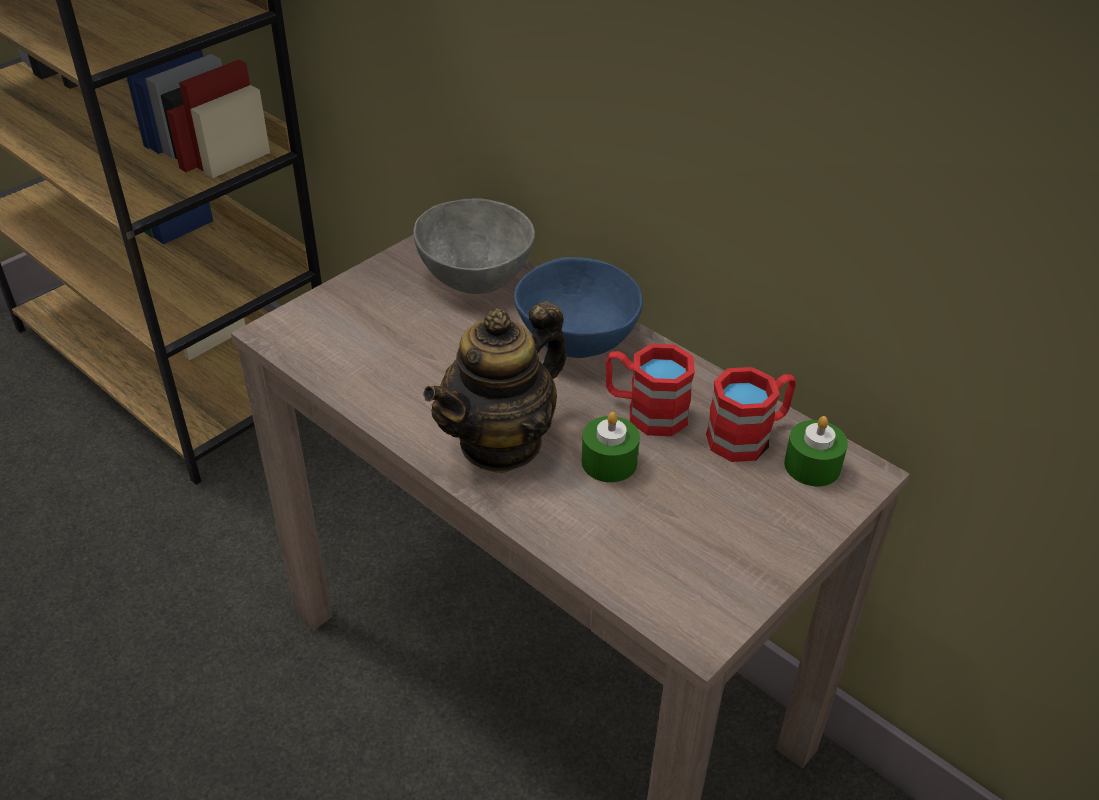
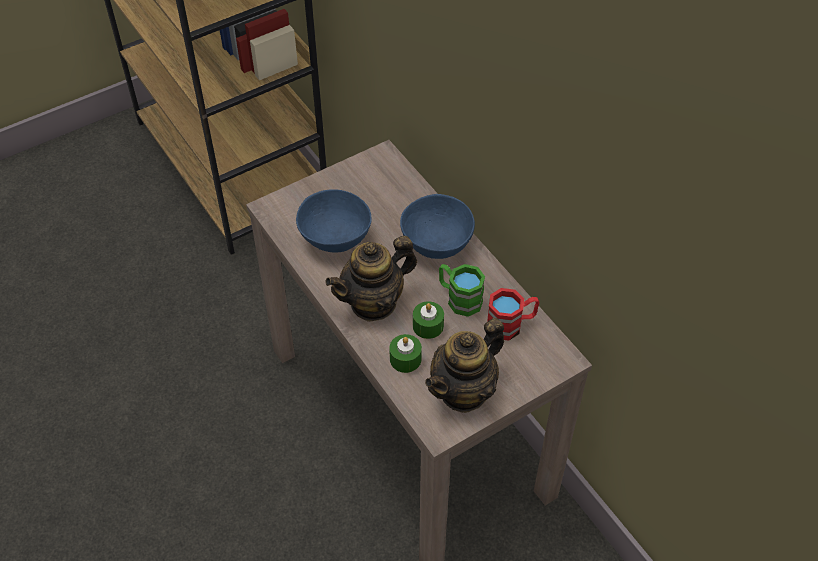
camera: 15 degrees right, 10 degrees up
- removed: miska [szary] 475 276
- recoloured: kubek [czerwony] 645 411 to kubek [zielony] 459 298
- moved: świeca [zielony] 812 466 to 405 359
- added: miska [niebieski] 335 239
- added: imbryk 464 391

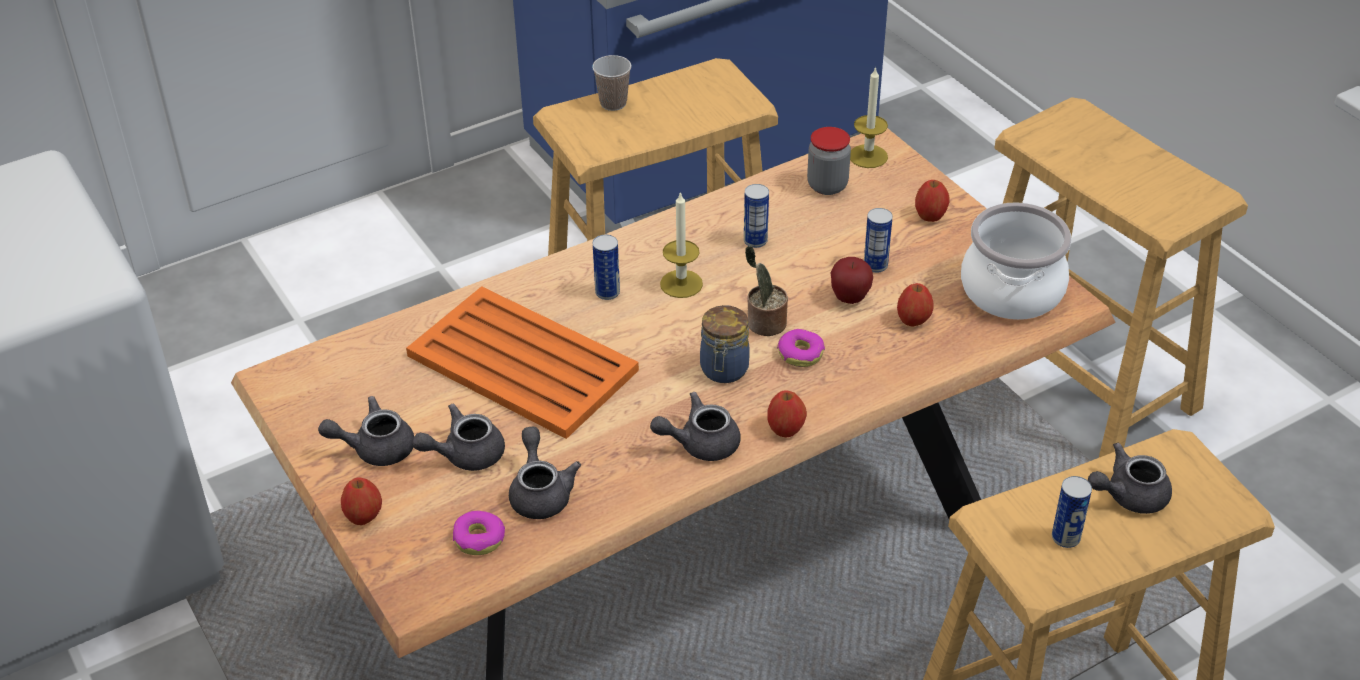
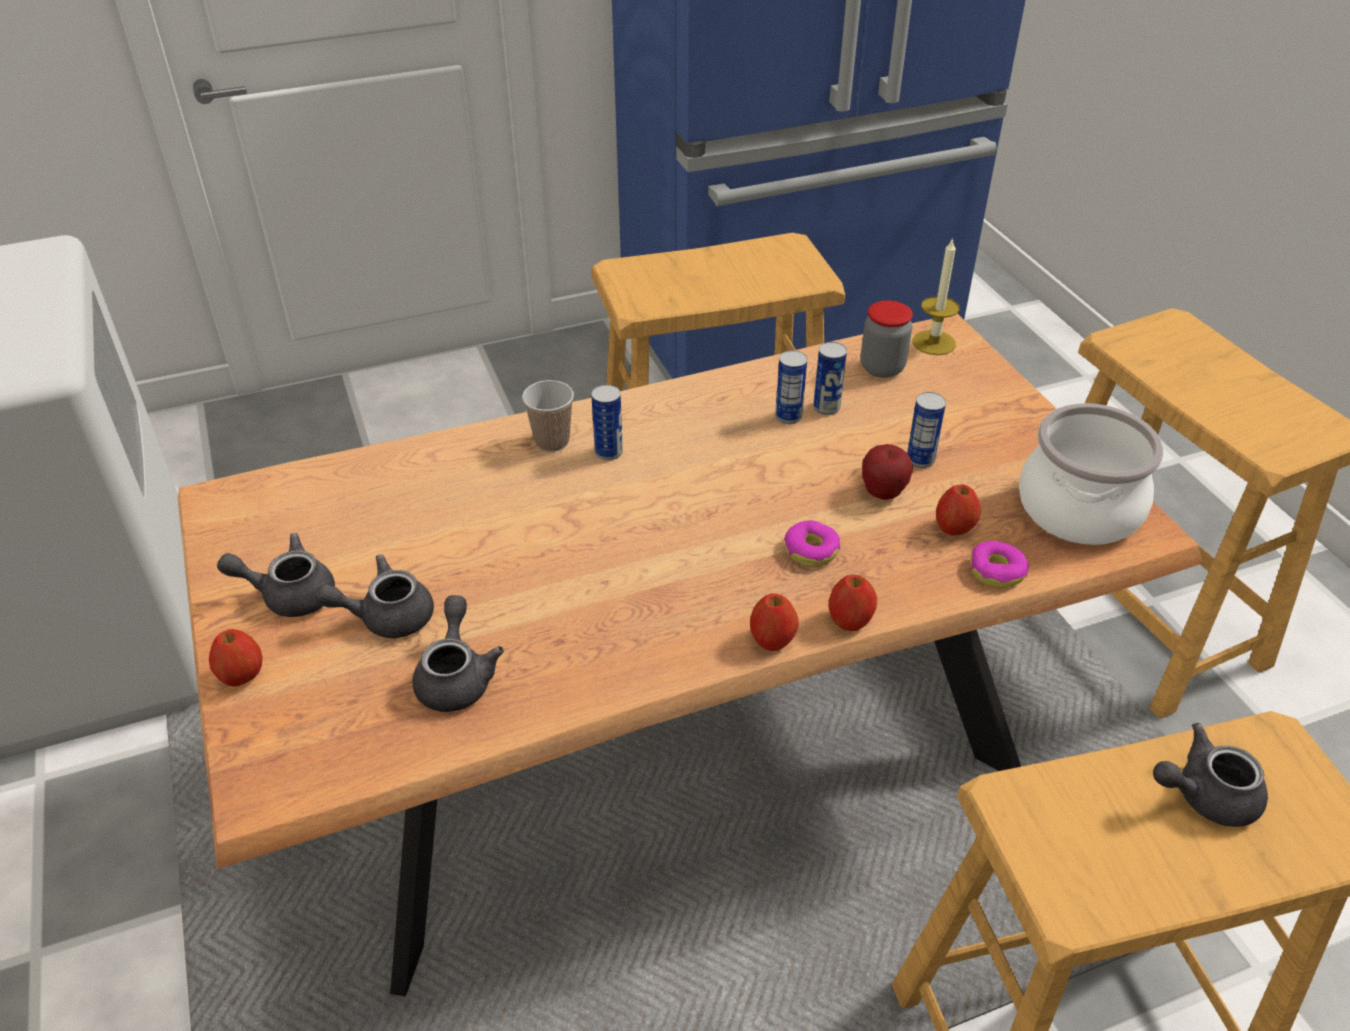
camera: 10 degrees right, 0 degrees up
- moved: filiżanka 613 103 to 552 441
- moved: jabłko 930 216 to 850 621
- removed: świeca 681 284
- removed: roślina doniczkowa 764 324
- removed: taca [pomarańczowy] 521 362
- removed: słoik 724 370
- removed: imbryk [szary] 700 443
- moved: puszka 1065 538 to 826 408
- moved: donut 479 539 to 996 571

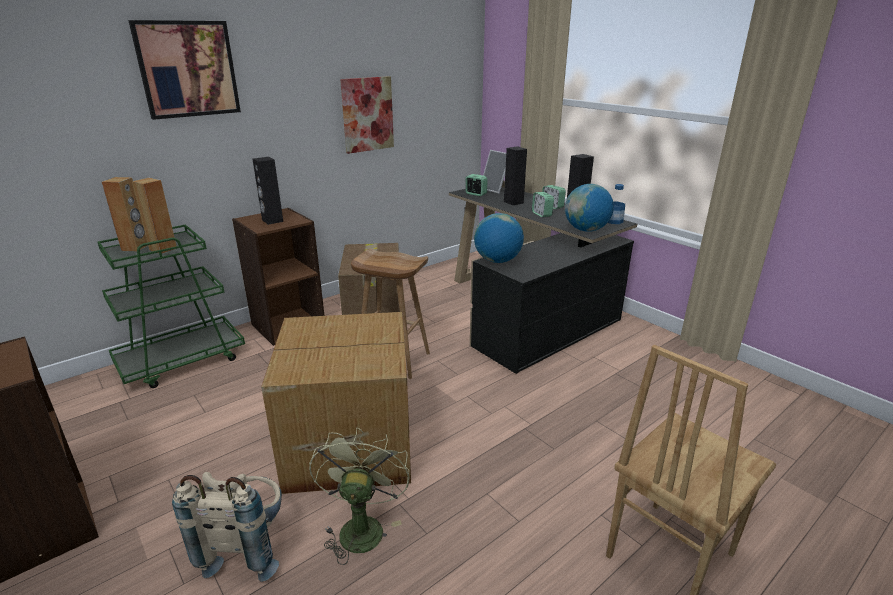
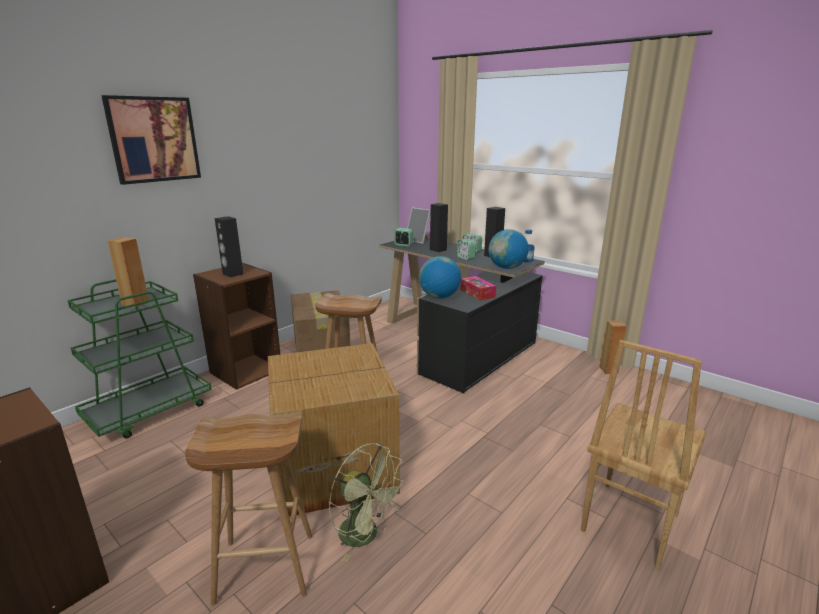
camera: 10 degrees left, 5 degrees down
- removed: obraz 367 114
- moved: głośnik [brązowy] 135 247 to 608 370
- turned: wentylator [zielony] 361 526 = 366 535 135 degrees clockwise
- replaced: plecak [beżowy] 247 546 to stołek [brązowy] 263 568
- added: pudełko chusteczek 477 293

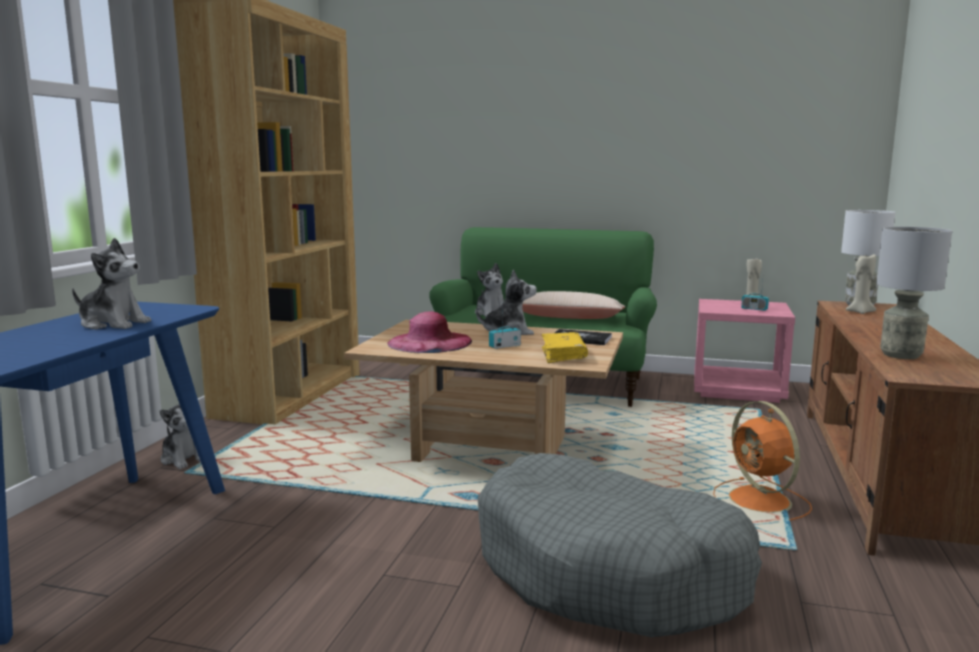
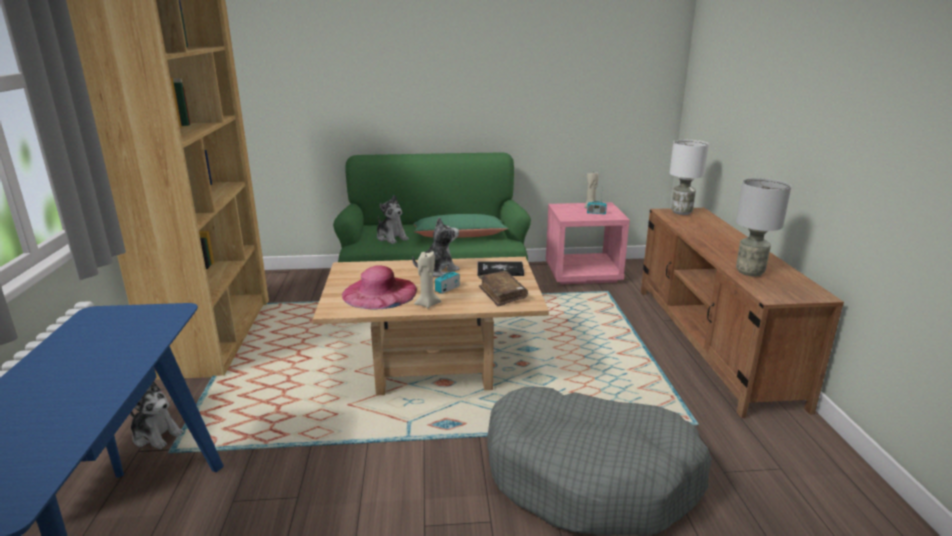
camera: 20 degrees left, 10 degrees up
- removed: pluszak 113 324
- moved: świeca [beżowy] 859 312 to 427 304
- recoloured: poduszka [beżowy] 568 318 to poduszka [zielony] 459 236
- recoloured: książka [żółty] 563 355 to książka [brązowy] 502 294
- removed: wentylator [pomarańczowy] 761 501

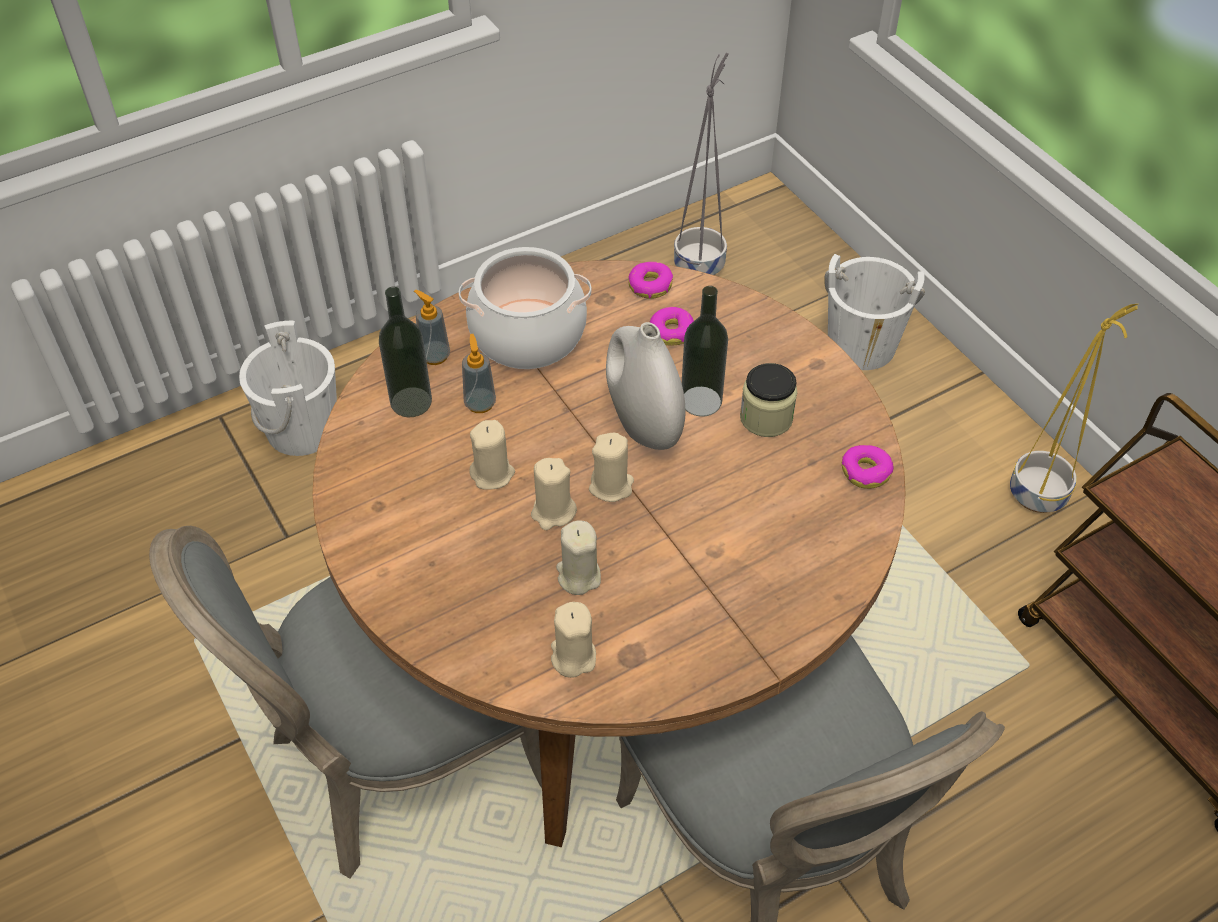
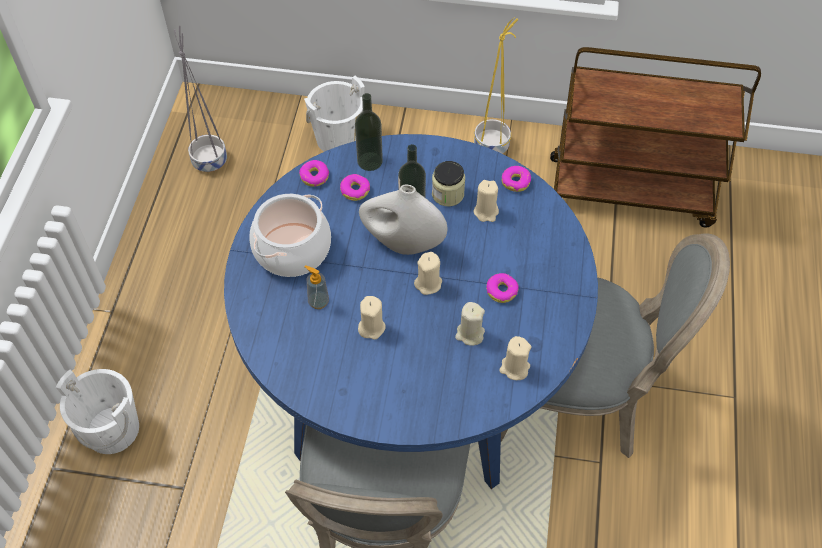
camera: 50 degrees left, 5 degrees up
- recoloured: stół jadalny [brązowy] 608 653 to stół jadalny [niebieski] 411 384
- moved: butelka 411 402 to 369 161
- removed: dozownik mydła 434 356
- moved: świeca [beżowy] 553 512 to 486 212
- added: donut 501 291

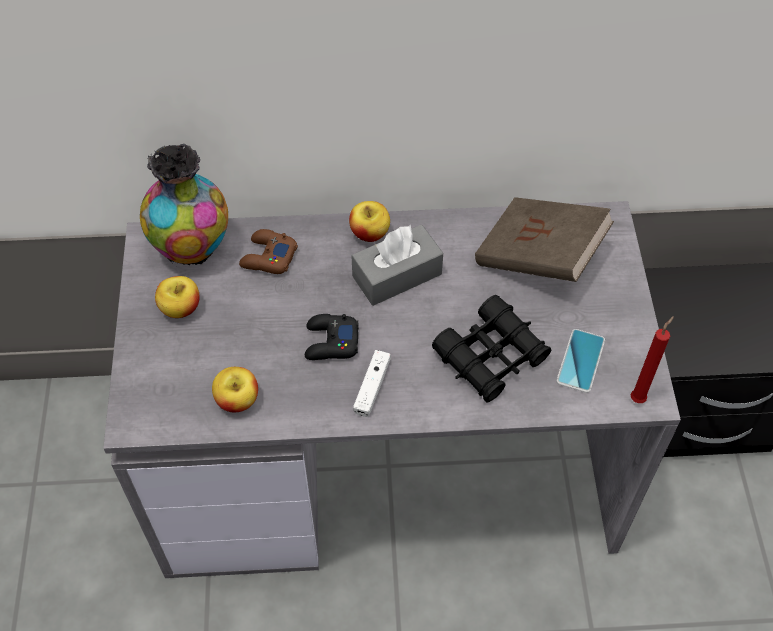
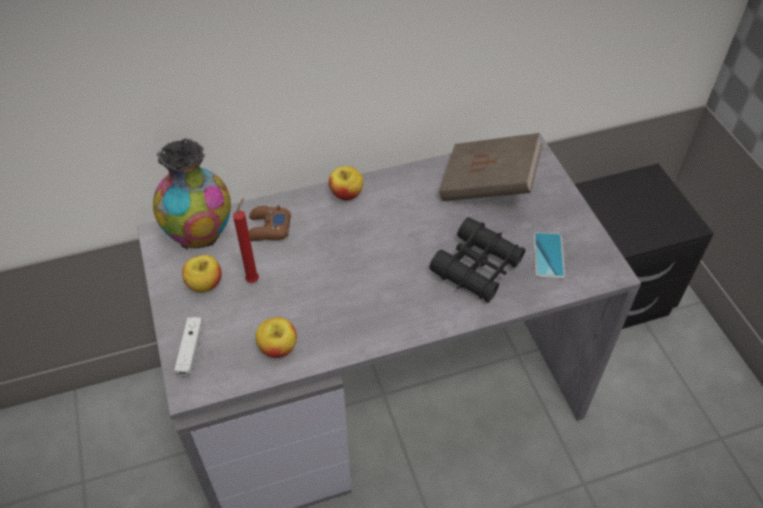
camera: 15 degrees left, 5 degrees down
- removed: pudełko chusteczek [szary] 397 275
- removed: pad do gier [czarny] 331 342
- moved: świeca [czerwony] 639 398 to 254 279
- moved: pad do gier [biały] 372 387 to 190 350

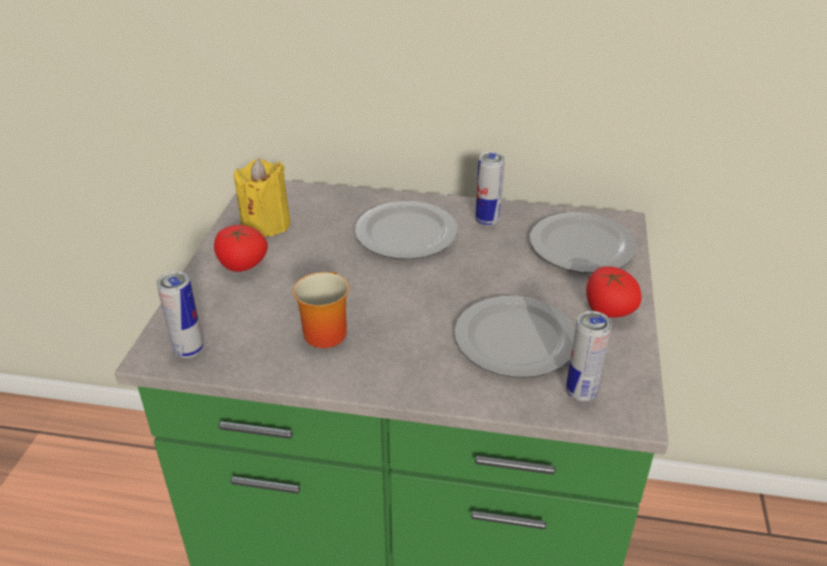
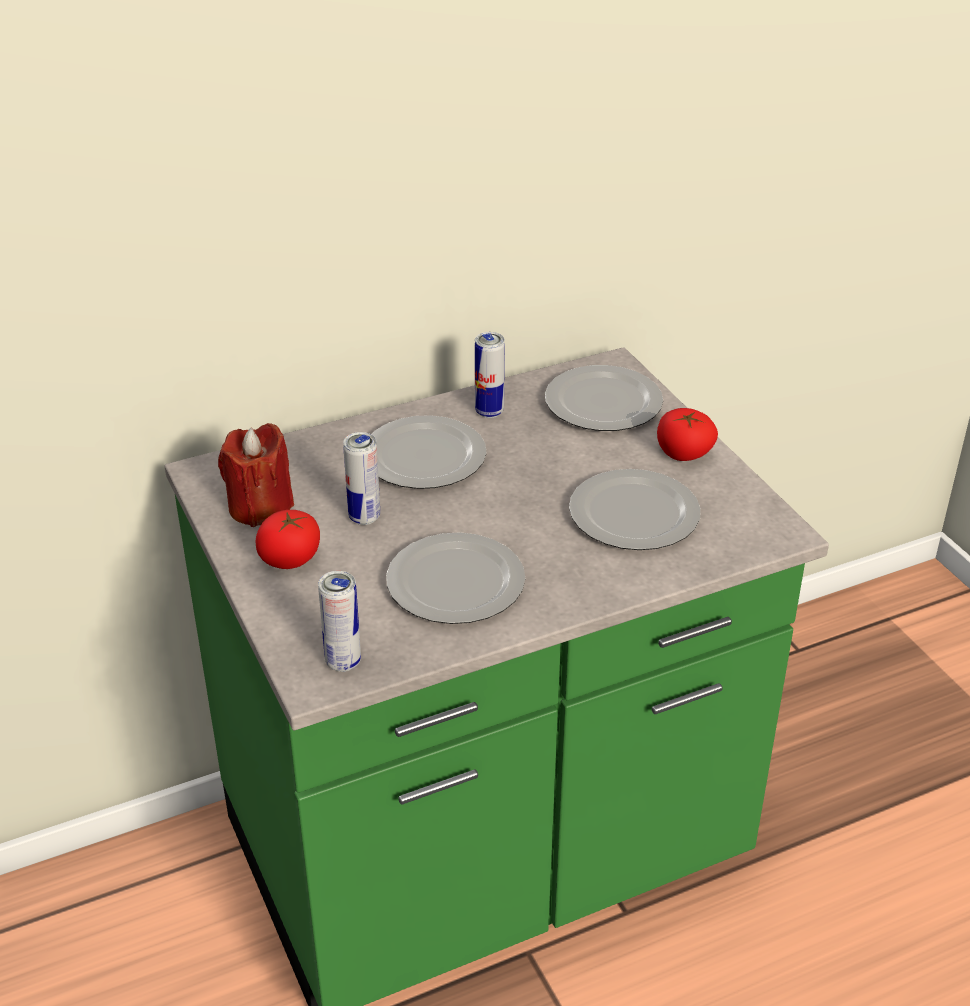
camera: 35 degrees left, 0 degrees up
- recoloured: świeca [żółty] 266 224 to świeca [czerwony] 260 507
- replaced: kubek 323 330 to talerz 453 583
- moved: puszka 581 392 to 364 517

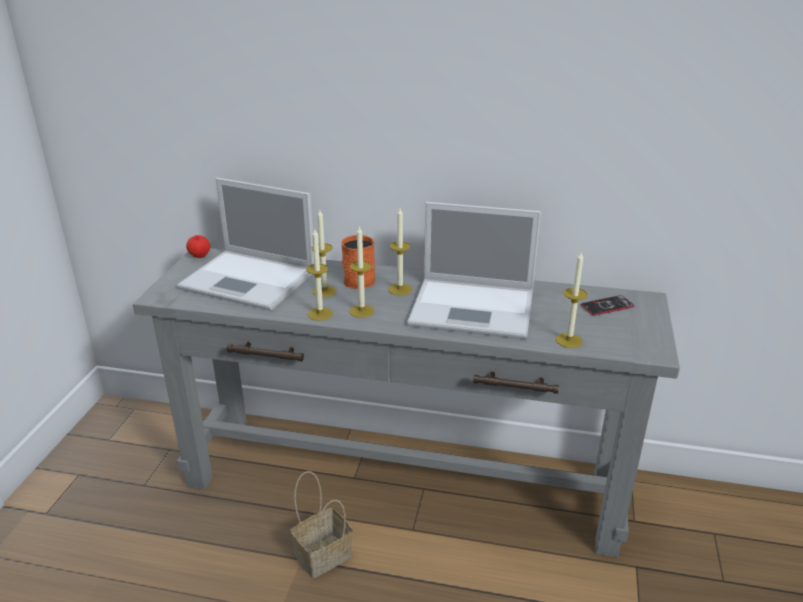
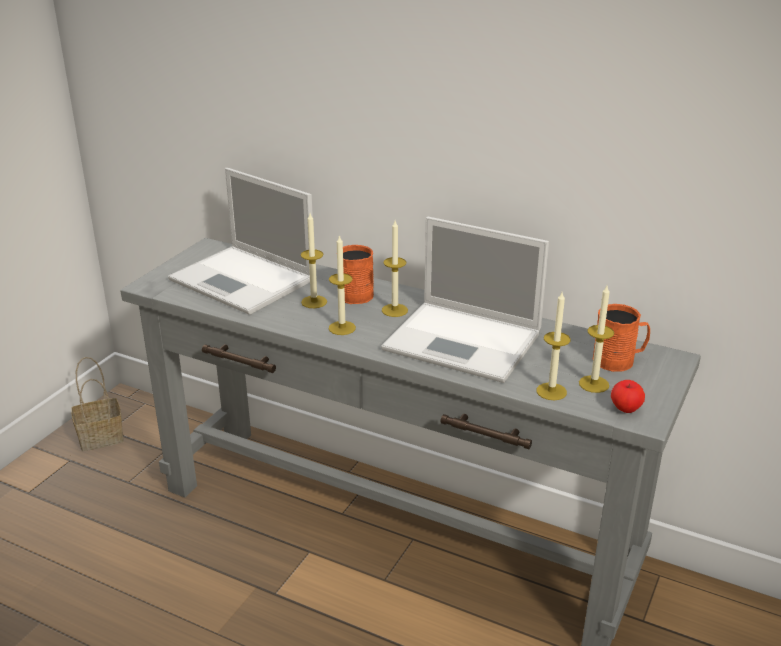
camera: 15 degrees right, 0 degrees up
- moved: świeca 320 314 to 593 384
- moved: jabłko 199 256 to 625 408
- replaced: telefon 607 306 to kubek [pomarańczowy] 619 360
- moved: koszyk 324 554 to 102 436

